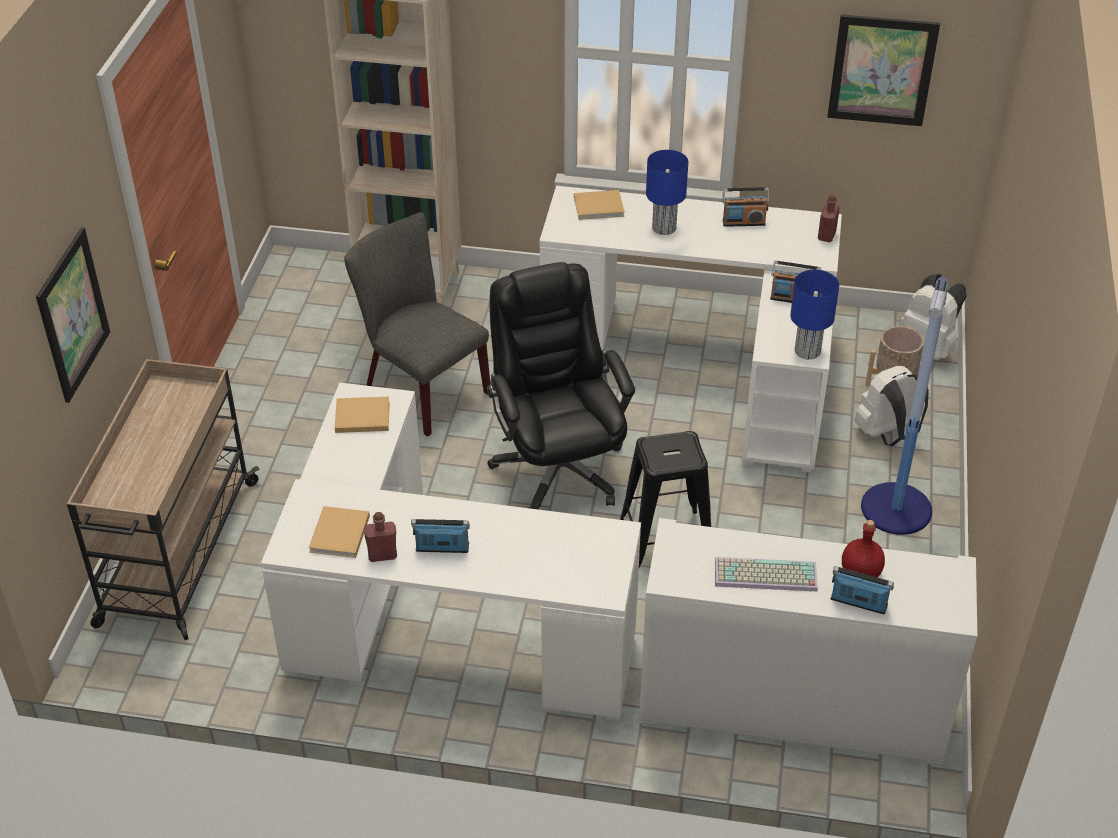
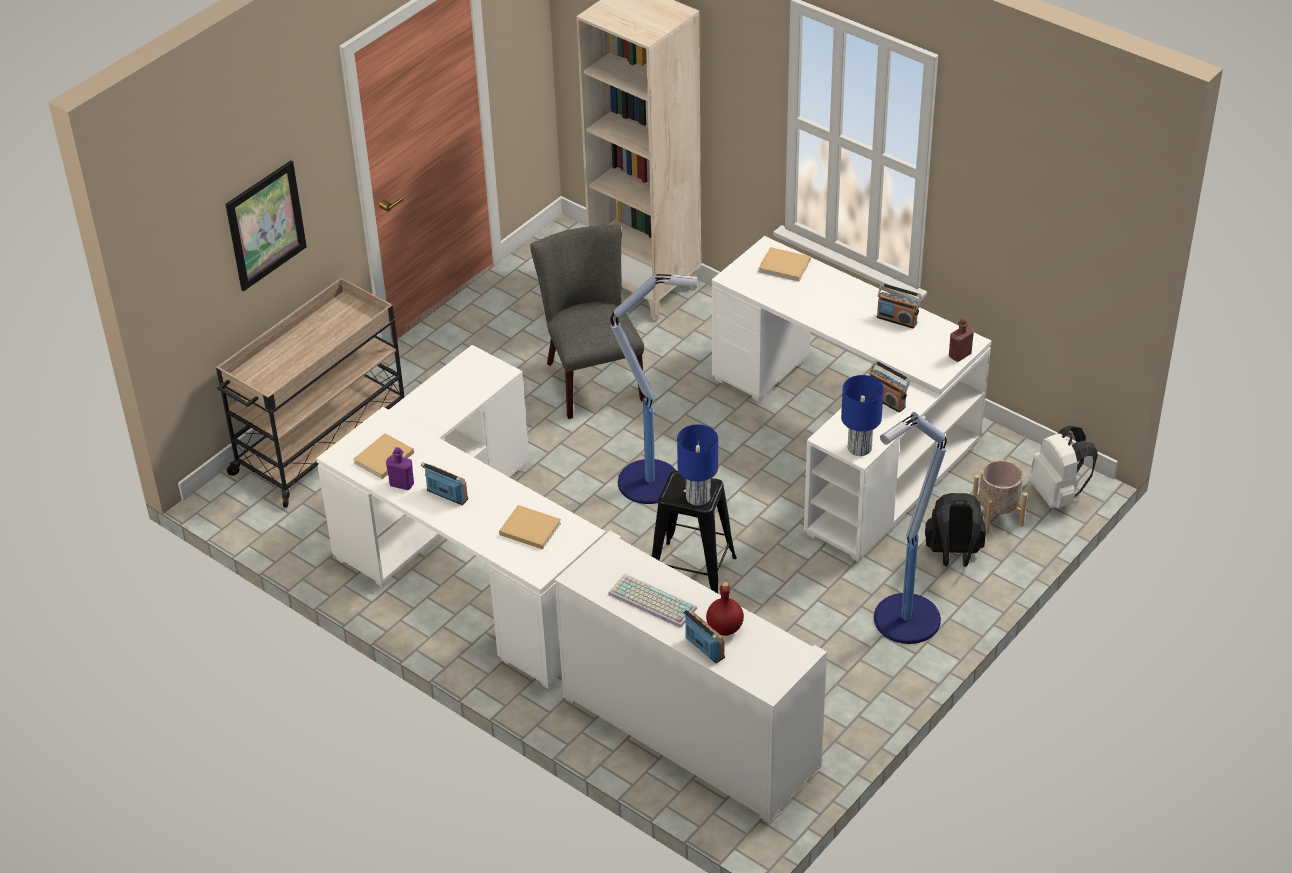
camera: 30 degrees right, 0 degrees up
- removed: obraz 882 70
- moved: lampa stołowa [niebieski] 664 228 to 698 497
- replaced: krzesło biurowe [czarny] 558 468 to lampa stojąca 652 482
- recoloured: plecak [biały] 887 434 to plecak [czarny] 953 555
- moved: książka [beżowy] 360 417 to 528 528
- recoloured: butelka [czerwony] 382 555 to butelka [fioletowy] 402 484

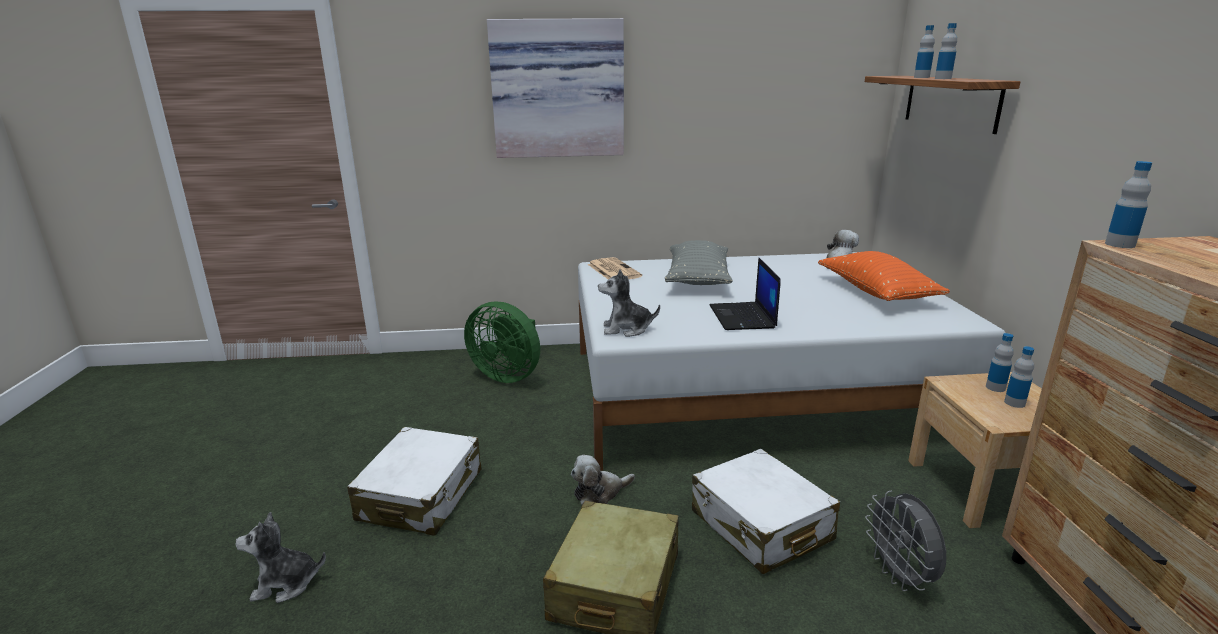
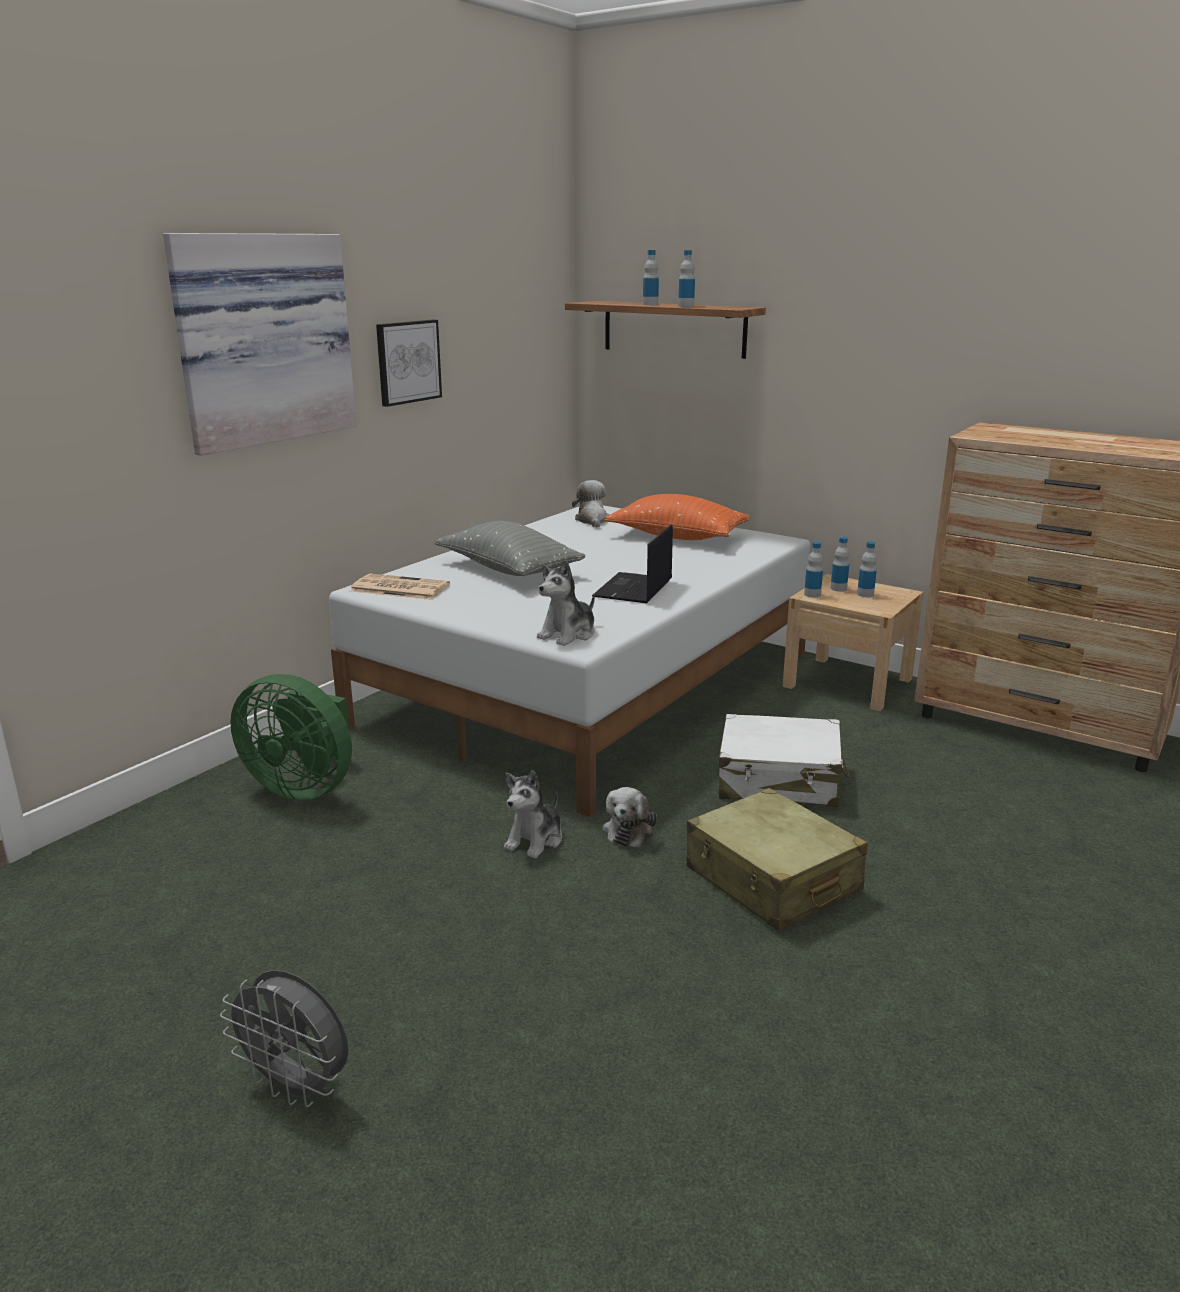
camera: 50 degrees left, 0 degrees up
- moved: butelka 1120 244 to 812 594
- turned: laptop 743 317 = 633 589 75 degrees clockwise
- turned: wentylator [zielony] 508 375 = 304 787 45 degrees clockwise
- removed: walizka [biały] 421 495
- moved: wentylator [szary] 900 576 to 298 1087
- moved: pluszak 285 584 to 535 840
- added: obraz 407 362

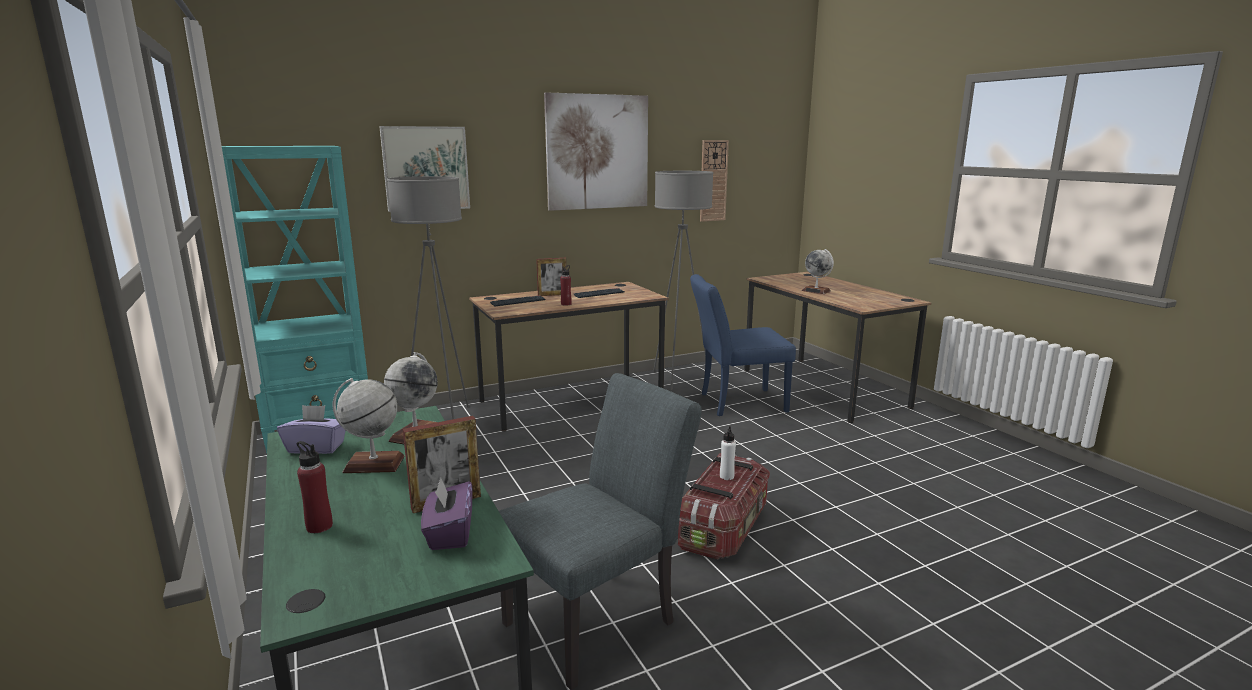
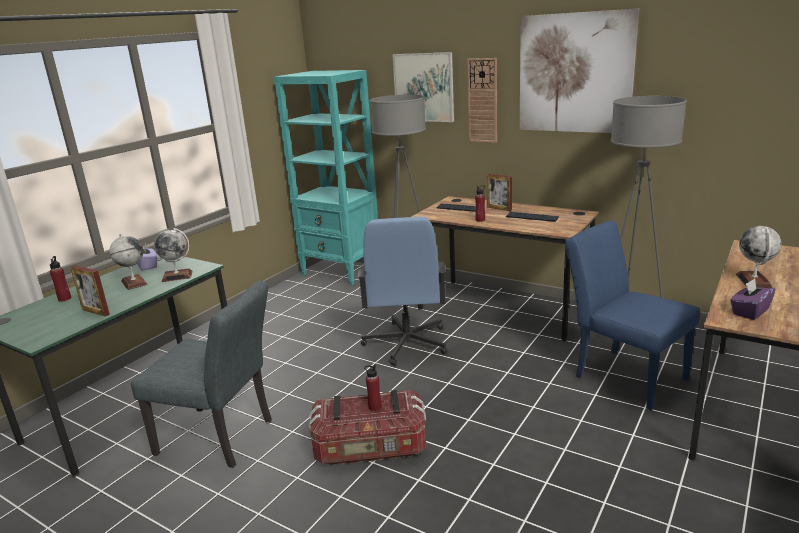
camera: 60 degrees right, 5 degrees up
- moved: zegar ścienny 713 181 to 483 100
- recoloured: butelka [biały] 726 476 to butelka [czerwony] 374 407
- moved: pudełko chusteczek [fioletowy] 449 533 to 749 311
- added: krzesło biurowe [niebieski] 406 343

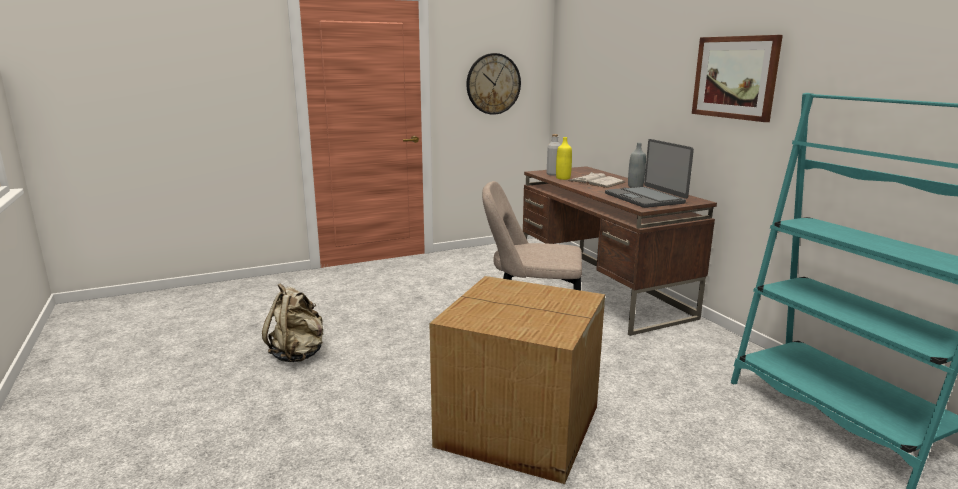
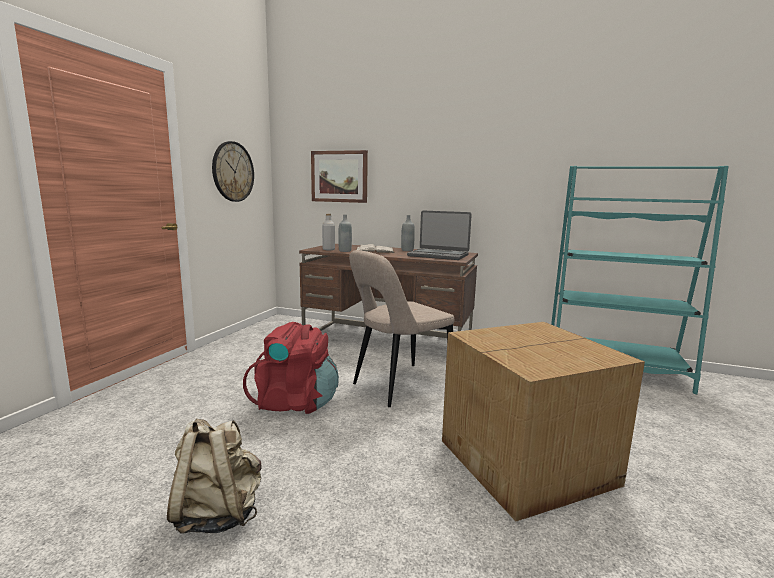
camera: 45 degrees left, 5 degrees down
- moved: obraz 735 77 to 339 176
- recoloured: butelka [żółty] 563 178 to butelka [szary] 345 251
- added: plecak [czerwony] 295 402

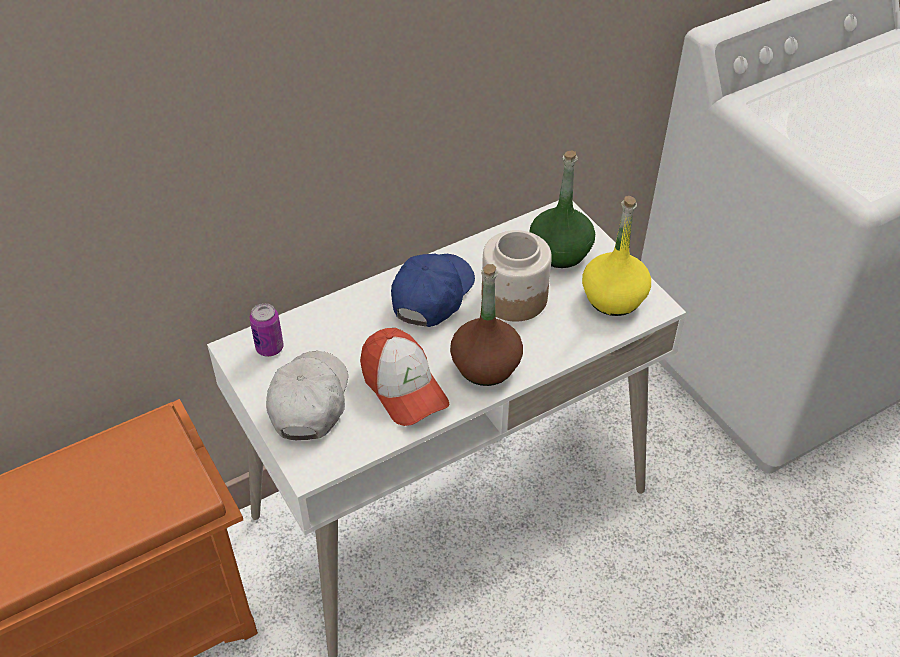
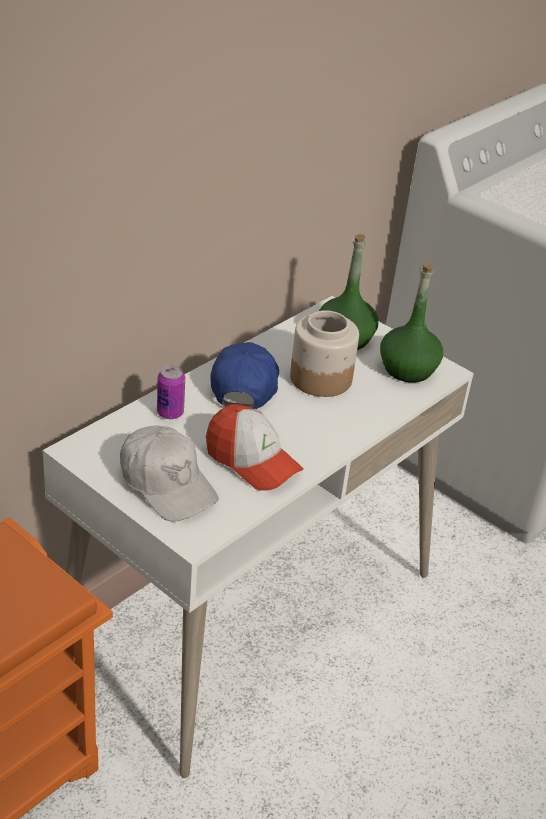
camera: 20 degrees left, 10 degrees down
- recoloured: butelka [żółty] 614 298 to butelka [zielony] 408 369
- removed: butelka [brązowy] 485 366
- moved: puszka 269 348 to 170 413
- turned: czapka z daszkiem [biały] 309 401 = 167 484 150 degrees clockwise

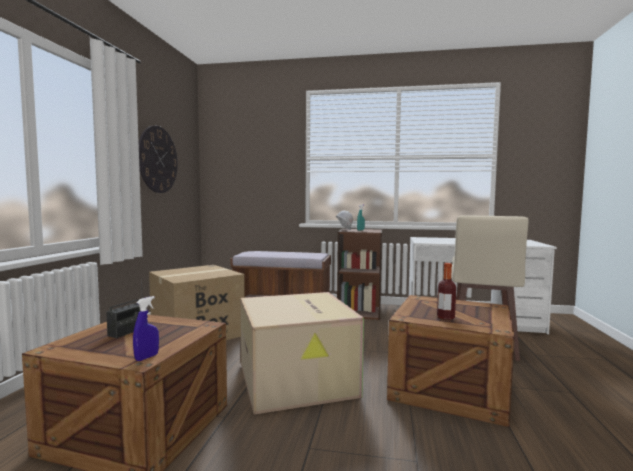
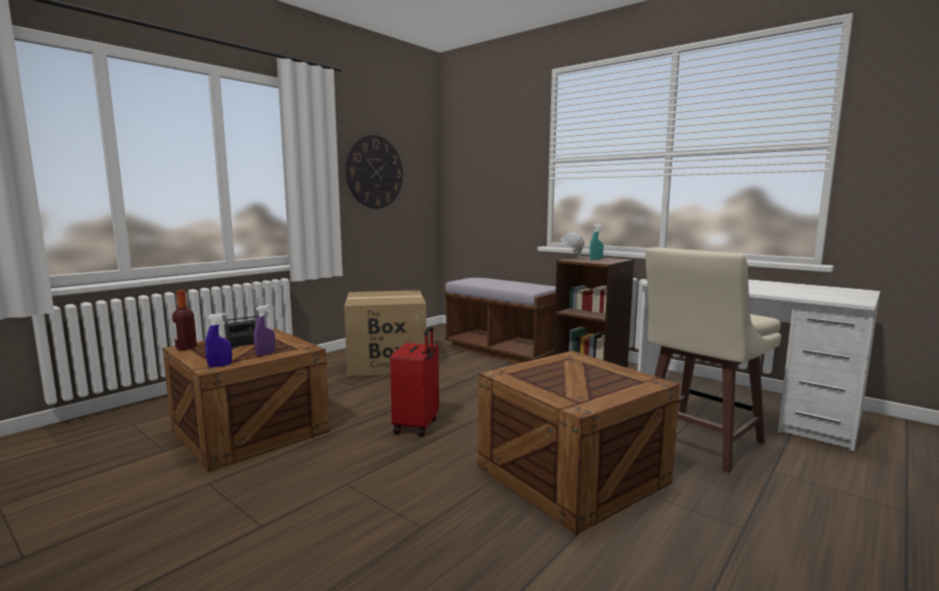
camera: 30 degrees right, 5 degrees up
- moved: butelka 445 317 to 186 348
- replaced: karton 298 380 to walizka [czerwony] 417 426
- added: spryskiwacz [fioletowy] 265 354

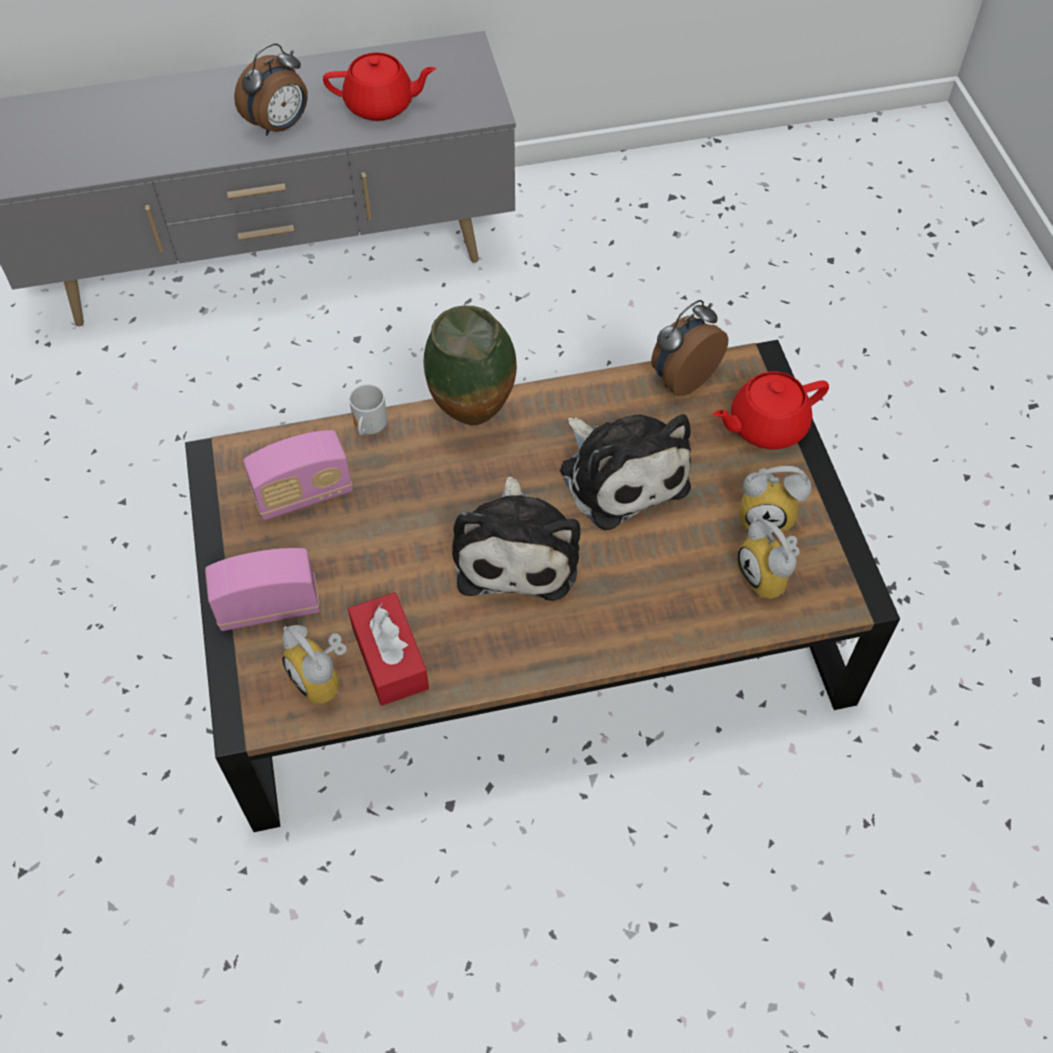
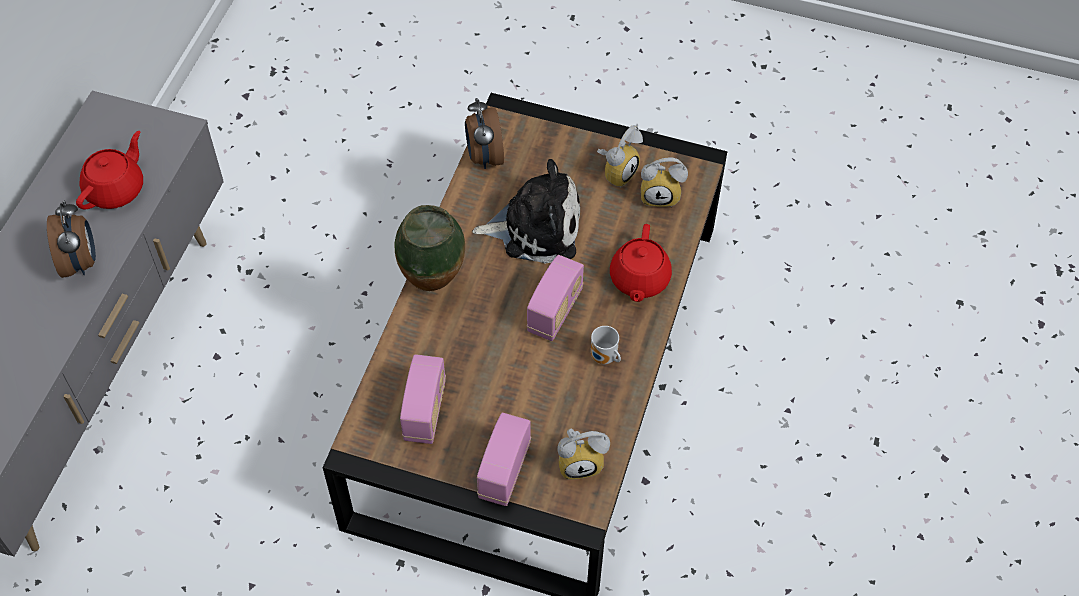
camera: 60 degrees left, 0 degrees up
- moved: imbryk [czerwony] 765 425 to 639 279
- moved: kubek 368 428 to 604 358
- replaced: pluszak 517 550 to radio 555 311
- removed: pudełko chusteczek [czerwony] 390 658

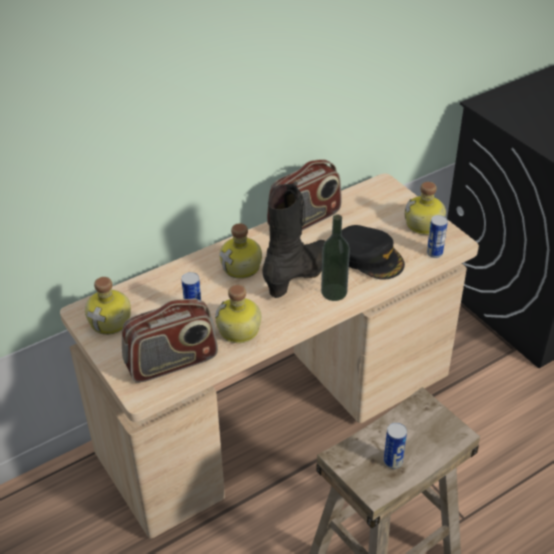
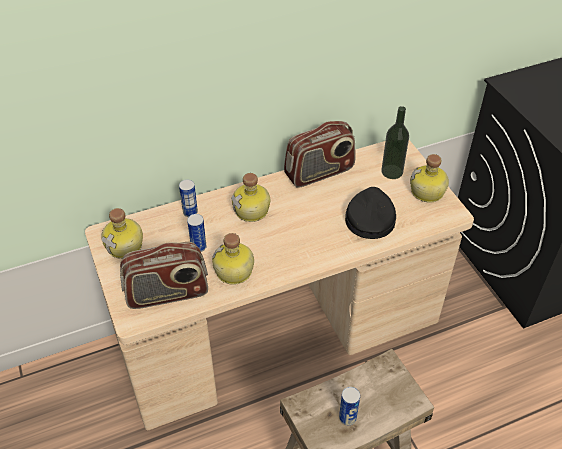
camera: 10 degrees right, 5 degrees up
- removed: but z cholewką [czarny] 298 276
- moved: butelka 334 292 to 392 172
- moved: puszka 434 253 to 190 212
- turned: czapka z daszkiem [czarny] 370 257 = 369 217 135 degrees counterclockwise

